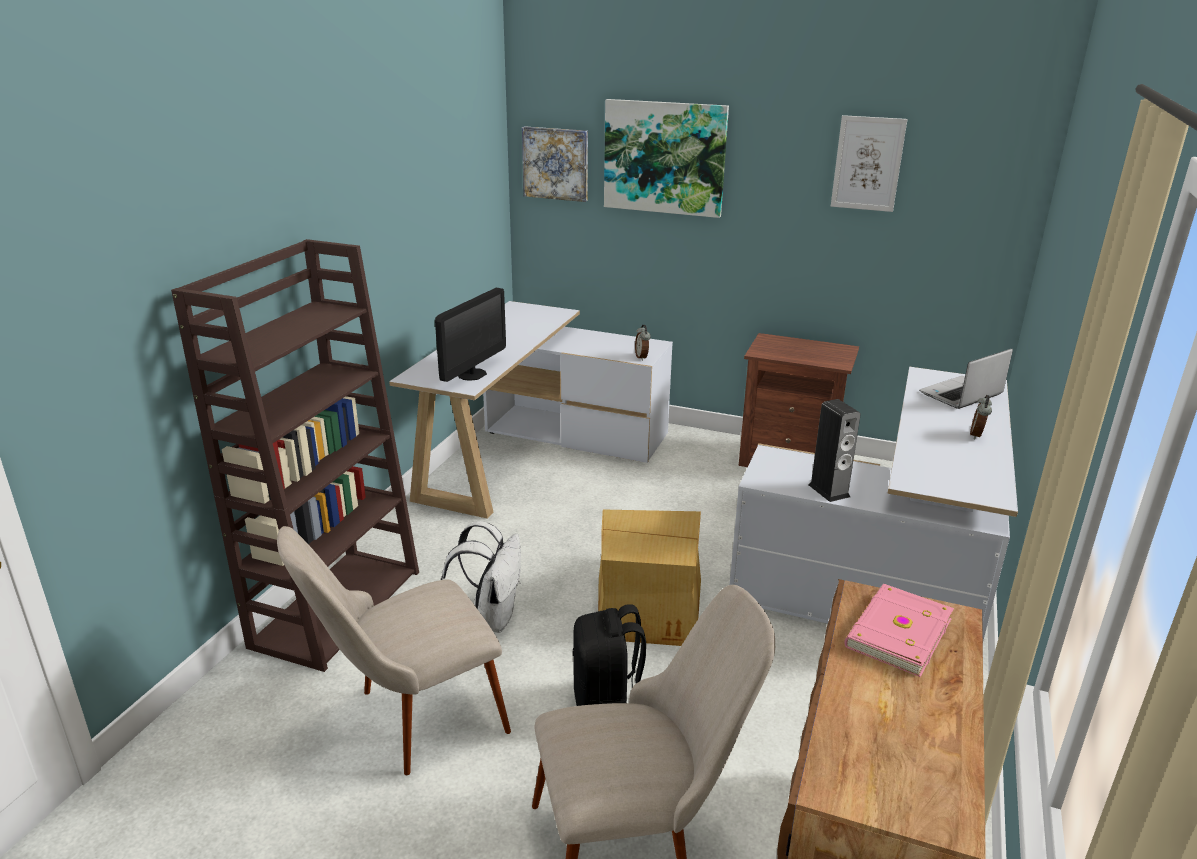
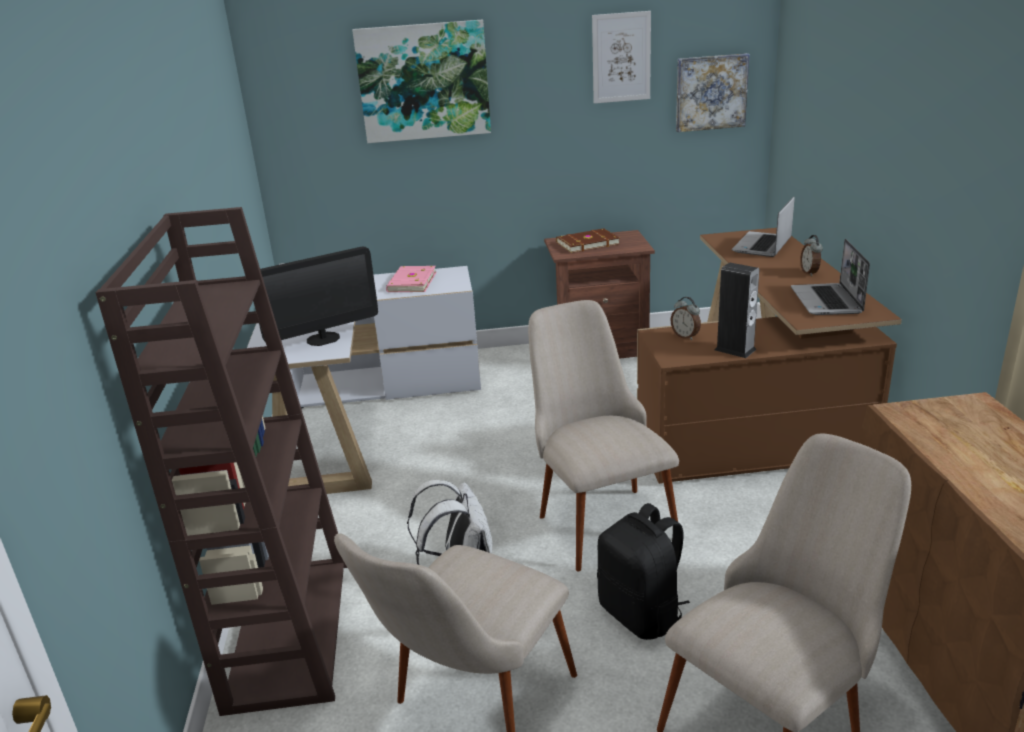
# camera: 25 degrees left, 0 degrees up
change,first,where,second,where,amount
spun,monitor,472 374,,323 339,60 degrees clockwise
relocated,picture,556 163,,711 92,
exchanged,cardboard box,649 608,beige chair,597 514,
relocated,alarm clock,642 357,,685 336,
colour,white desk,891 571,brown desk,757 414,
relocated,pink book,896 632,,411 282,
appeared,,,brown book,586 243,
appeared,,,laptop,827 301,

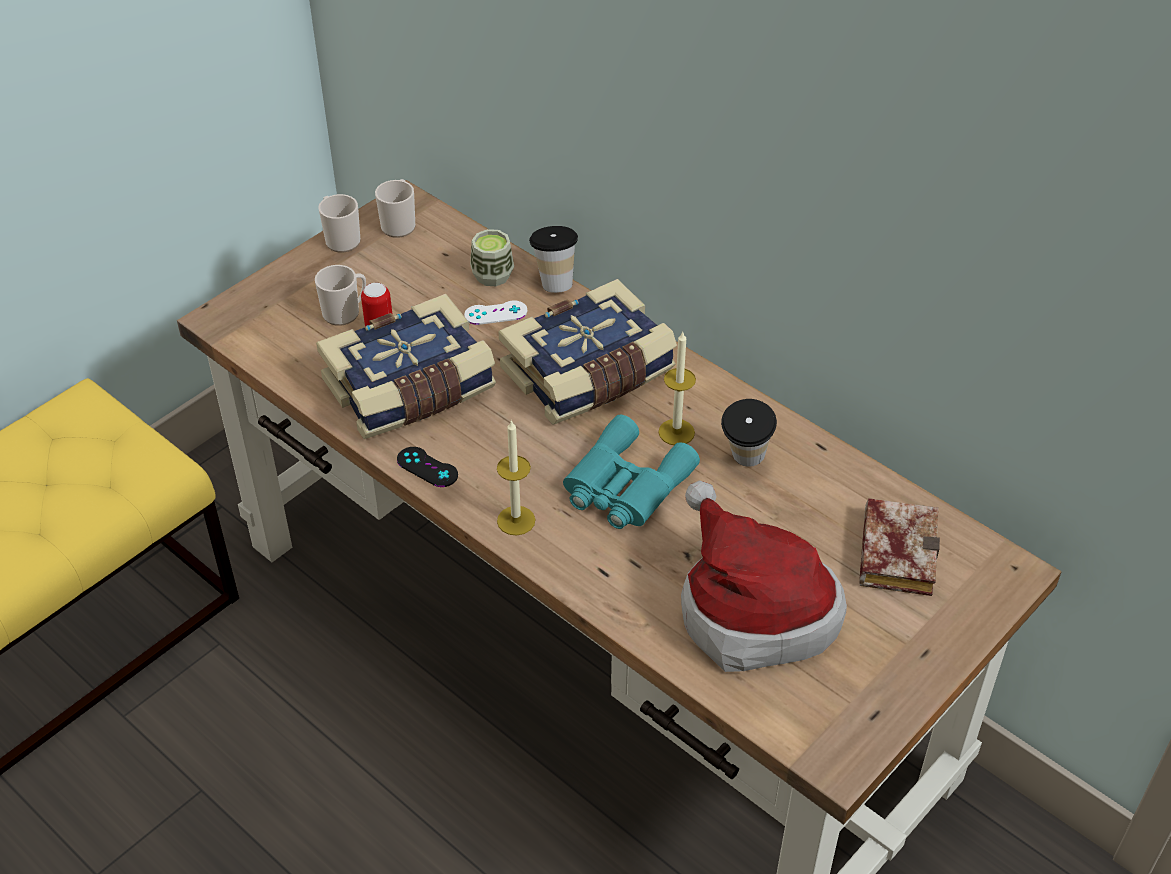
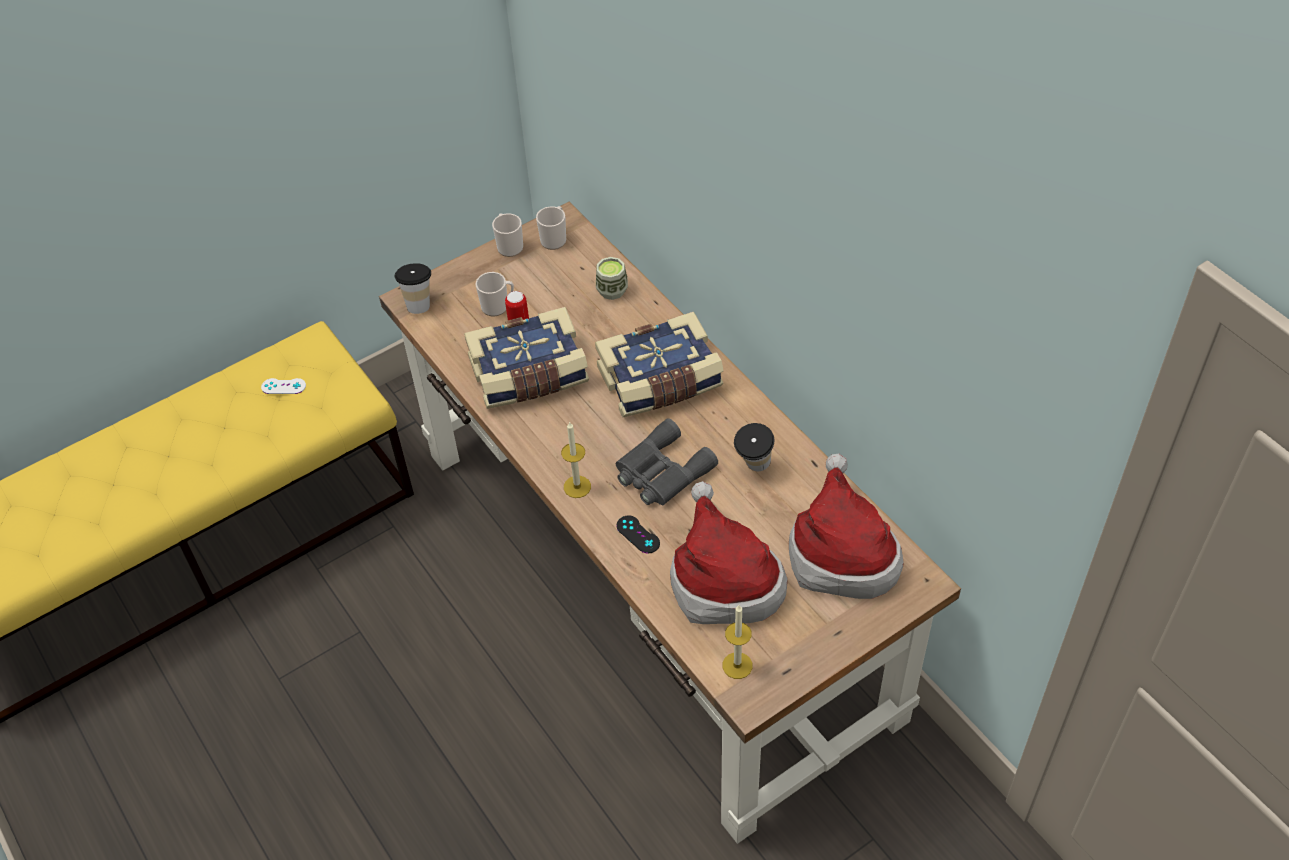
# camera: 15 degrees right, 5 degrees up
change,first,where,second,where,amount
relocated,black game controller,427 467,,638 534,
relocated,white game controller,495 313,,283 386,
relocated,cup,554 281,,419 303,
colour,turquoise binoculars,624 486,grey binoculars,661 472,
relocated,candle,676 432,,737 665,
exchanged,book,893 550,hat,841 552,

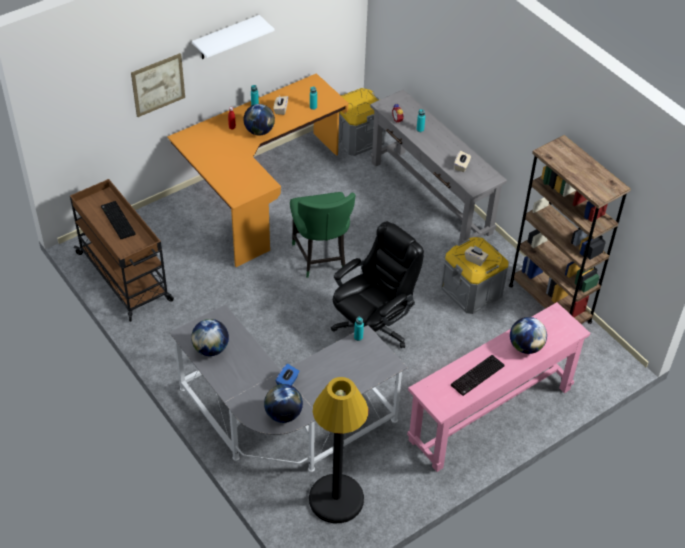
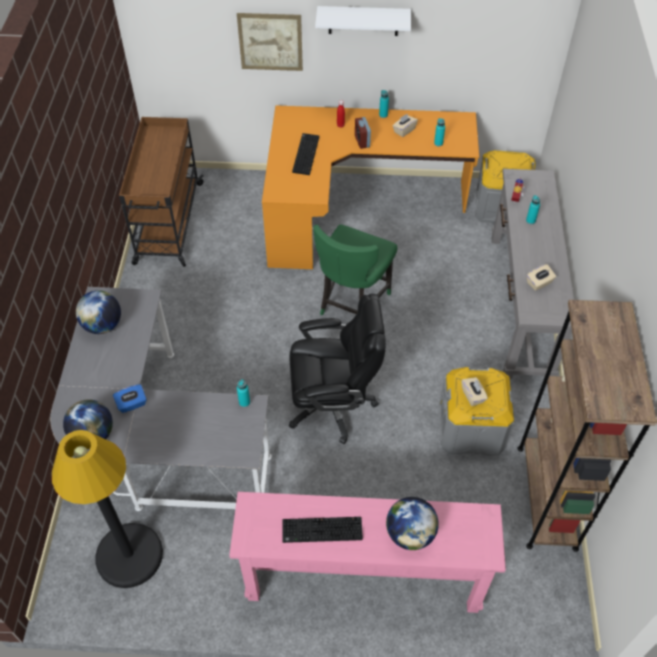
# camera: 40 degrees right, 5 degrees up
change,first,where,second,where,amount
relocated,keyboard,117 220,,305 154,
exchanged,globe,259 131,alarm clock,362 141,

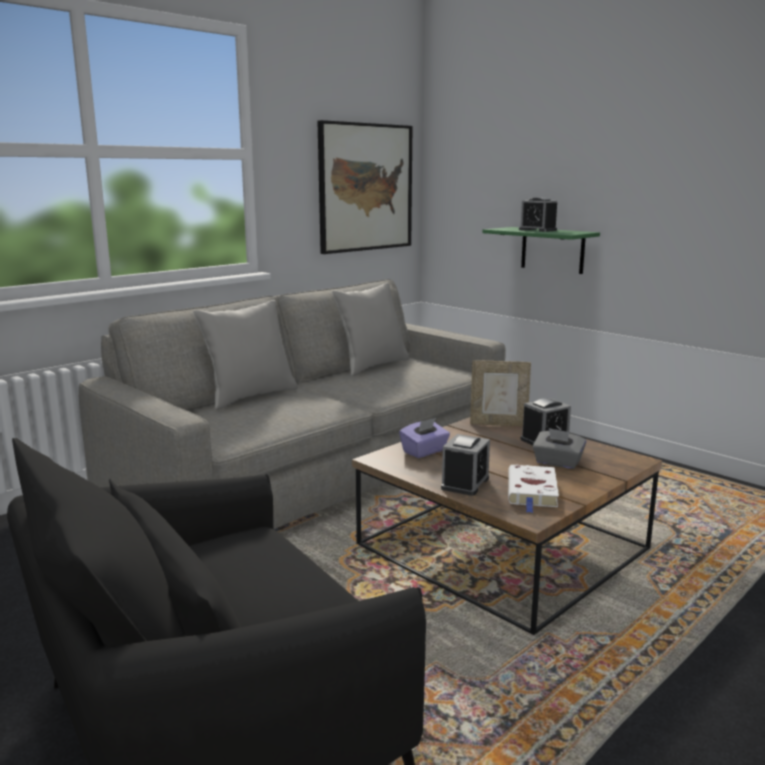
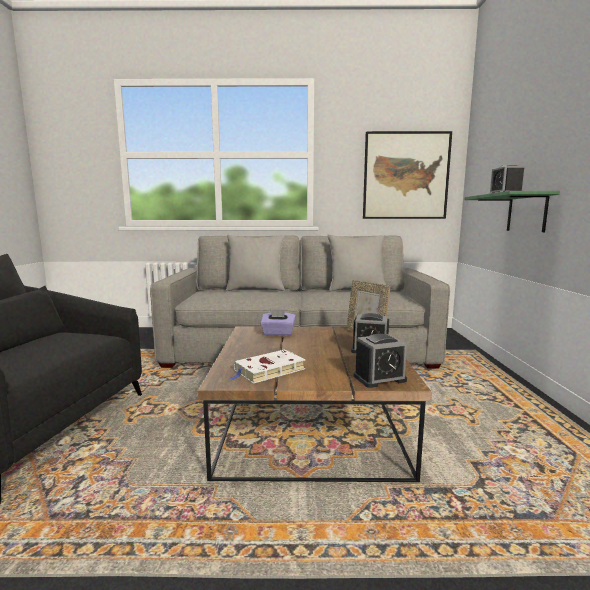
# camera: 45 degrees right, 5 degrees down
change,first,where,second,where,amount
relocated,alarm clock,465 483,,379 378,
missing,grey tissue box,557 463,,,

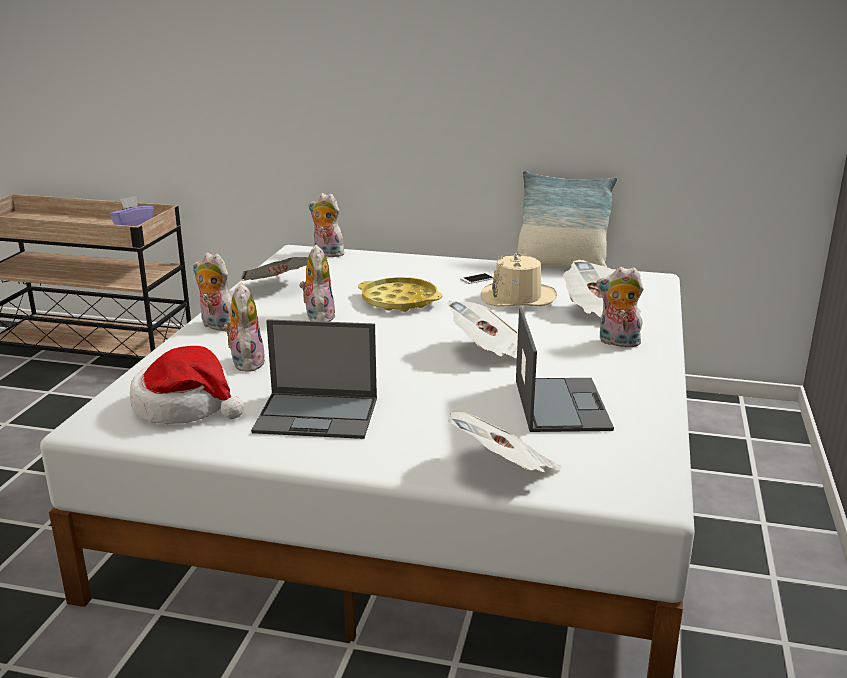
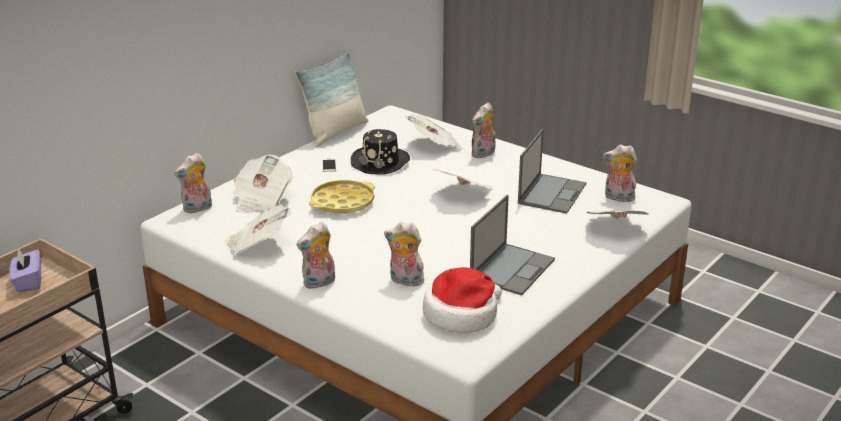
# camera: 65 degrees left, 5 degrees up
change,first,where,second,where,amount
relocated,plush toy,318 316,,618 198,
colour,beige hat,517 298,black hat,381 162,
spun,laptop,560 404,,552 193,90 degrees clockwise
appeared,,,newspaper,261 200,

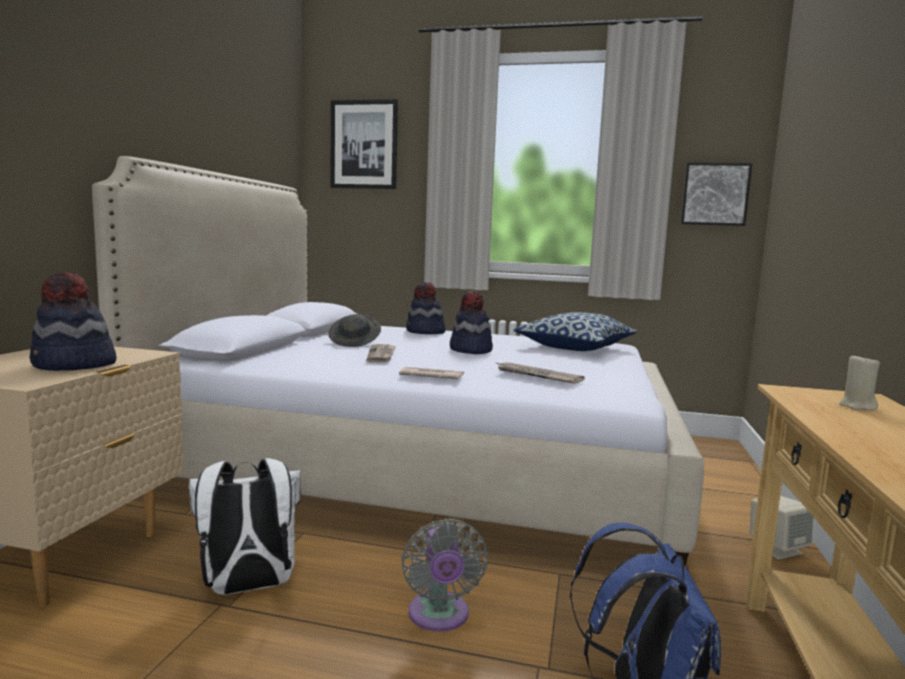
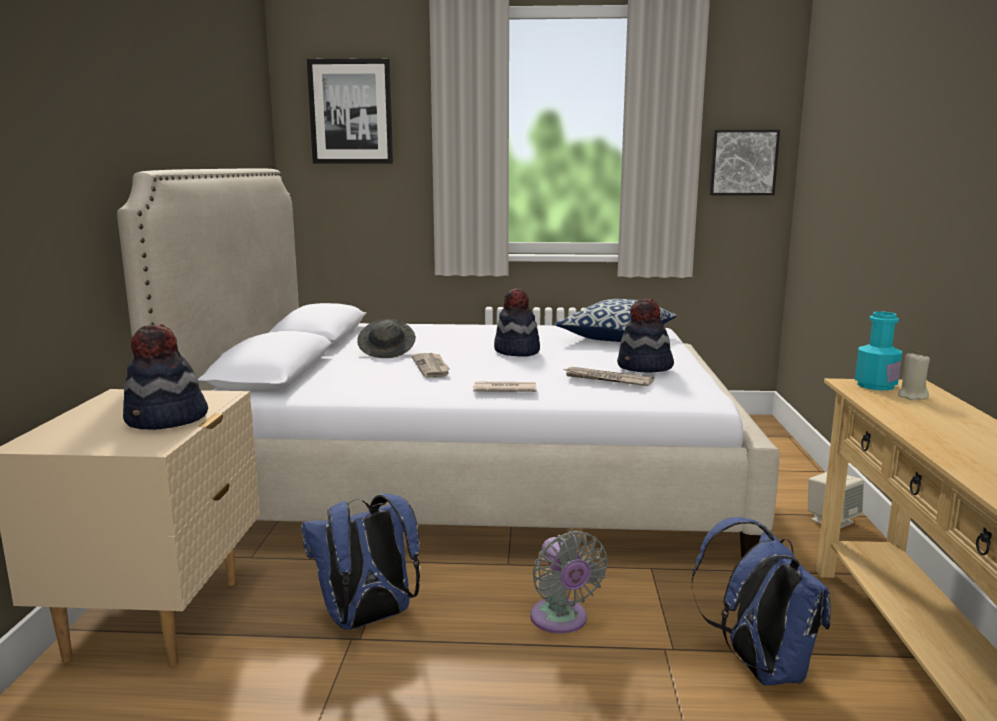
# camera: 10 degrees left, 5 degrees up
change,first,where,second,where,amount
colour,white backpack,248 587,blue backpack,367 620,
relocated,hat,425 332,,644 367,
appeared,,,turquoise bottle,875 385,

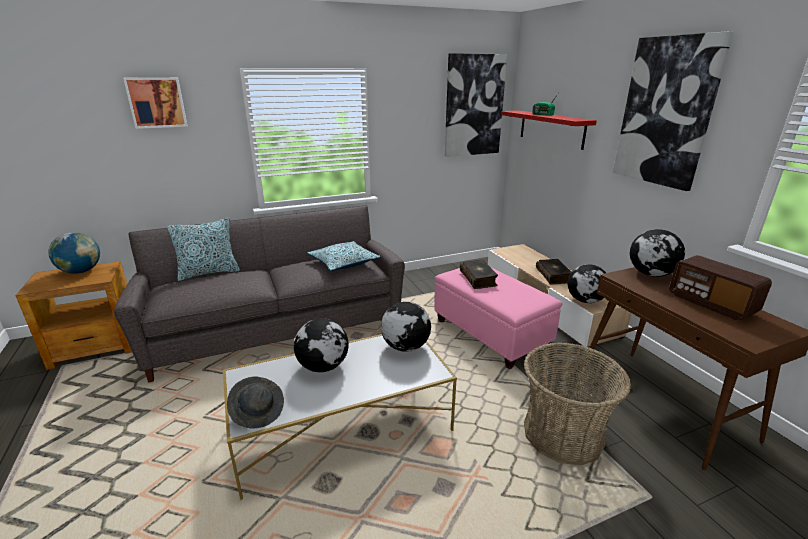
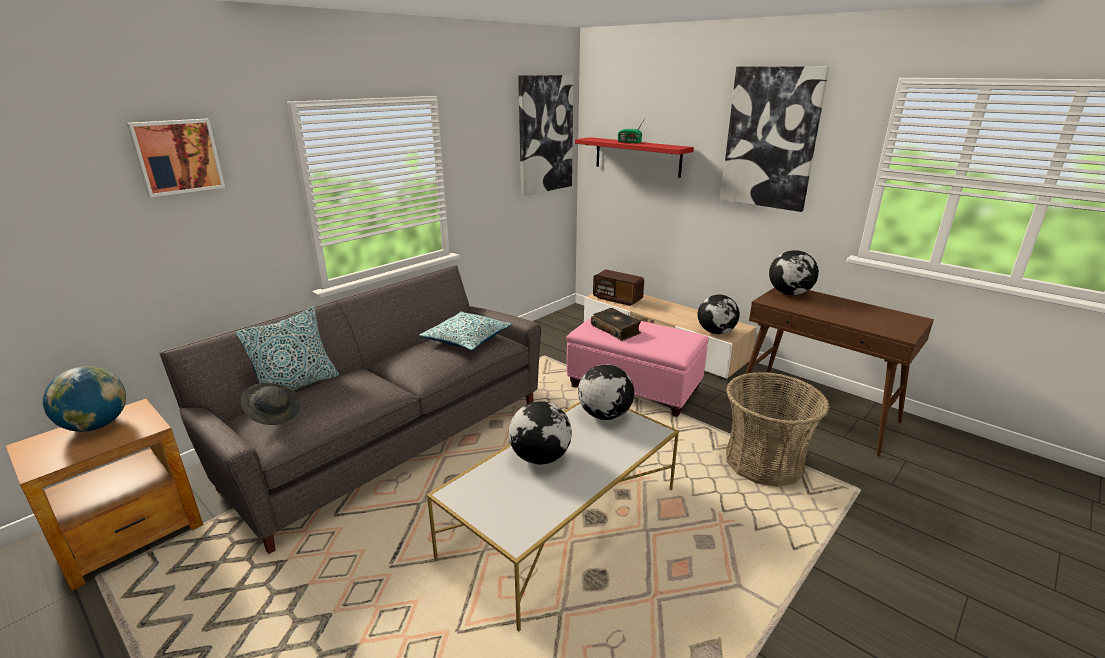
# camera: 25 degrees left, 0 degrees up
change,first,where,second,where,amount
relocated,grey hat,258 411,,274 414,
missing,book,553 276,,,
relocated,radio,711 304,,617 299,

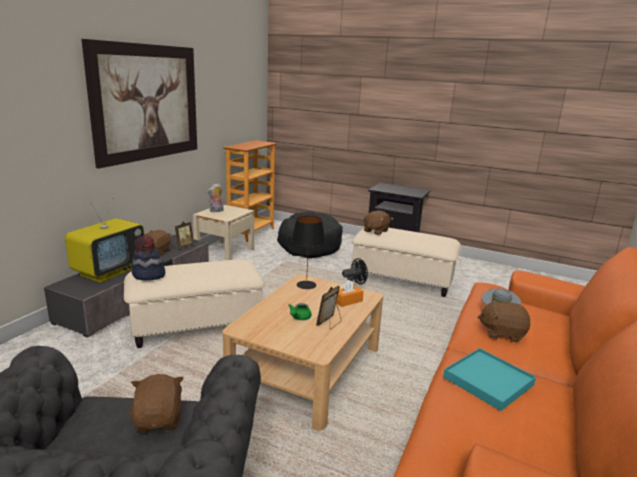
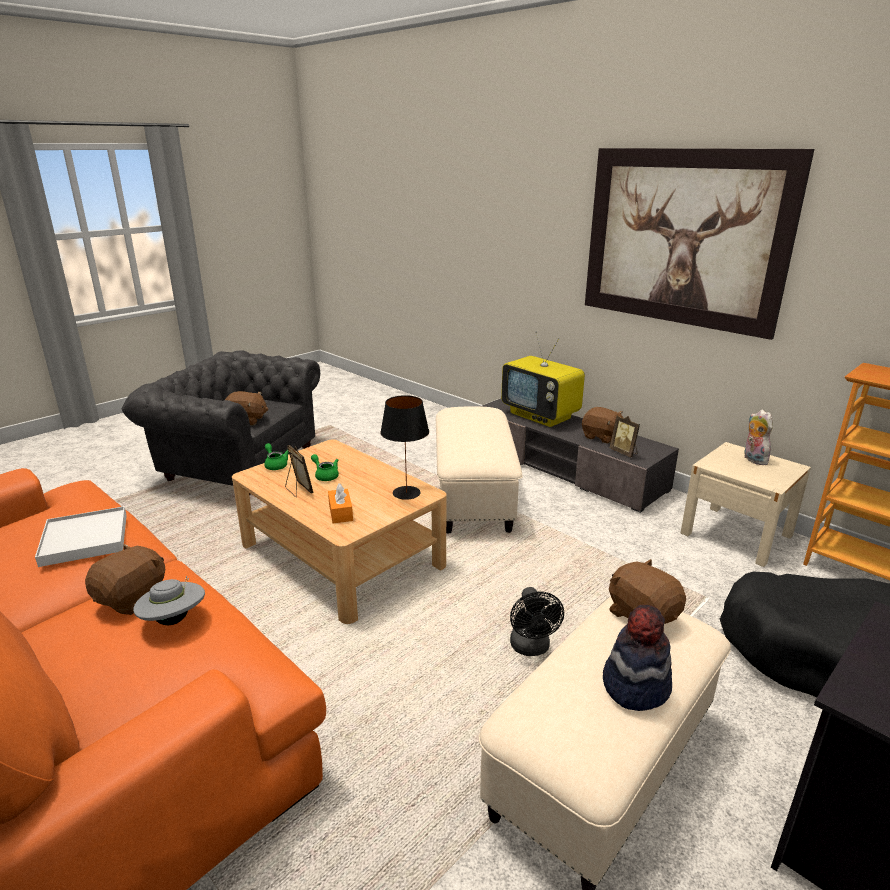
# camera: 110 degrees right, 5 degrees up
change,first,where,second,where,amount
relocated,hat,148 275,,635 685,
colour,turquoise tray,488 381,white tray,85 539,
appeared,,,green teapot,275 465,

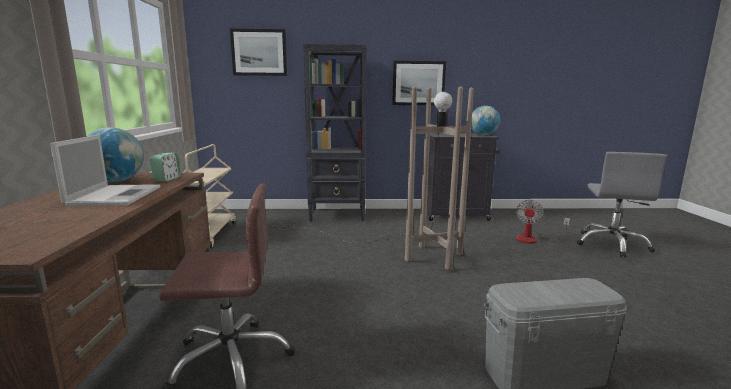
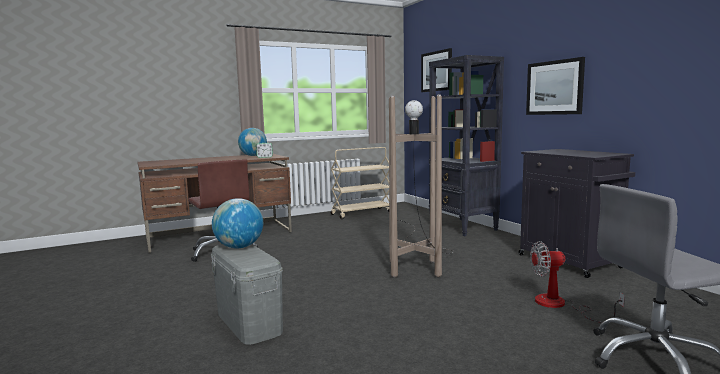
# camera: 65 degrees right, 5 degrees down
change,first,where,second,where,amount
missing,laptop,116 195,,,
relocated,globe,483 135,,239 247,

